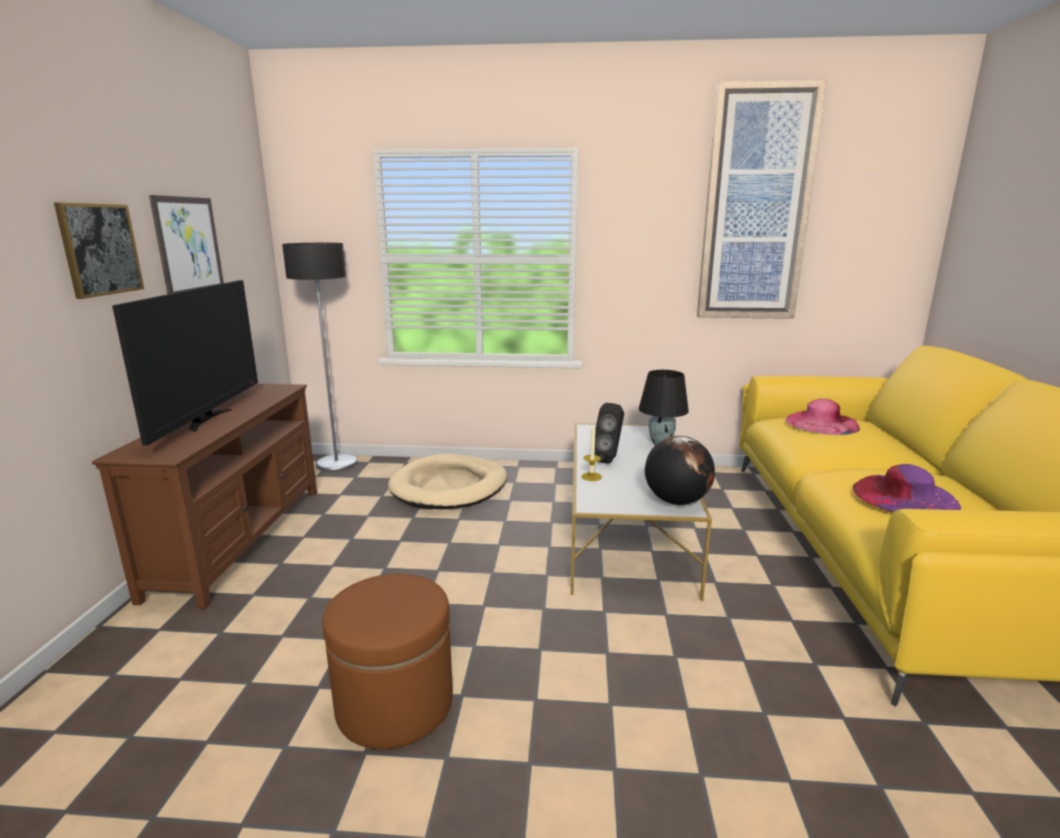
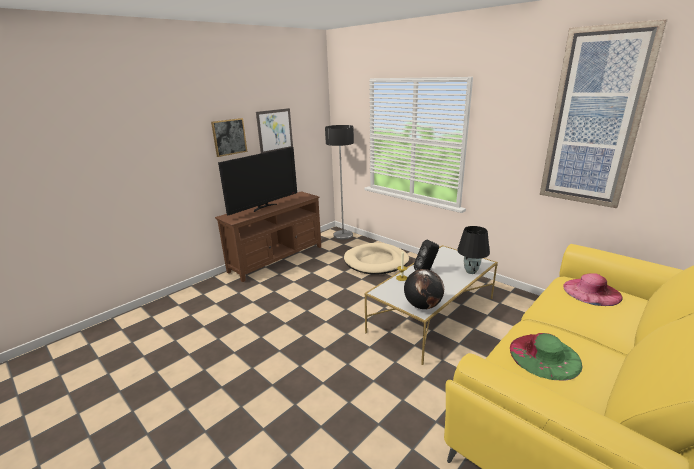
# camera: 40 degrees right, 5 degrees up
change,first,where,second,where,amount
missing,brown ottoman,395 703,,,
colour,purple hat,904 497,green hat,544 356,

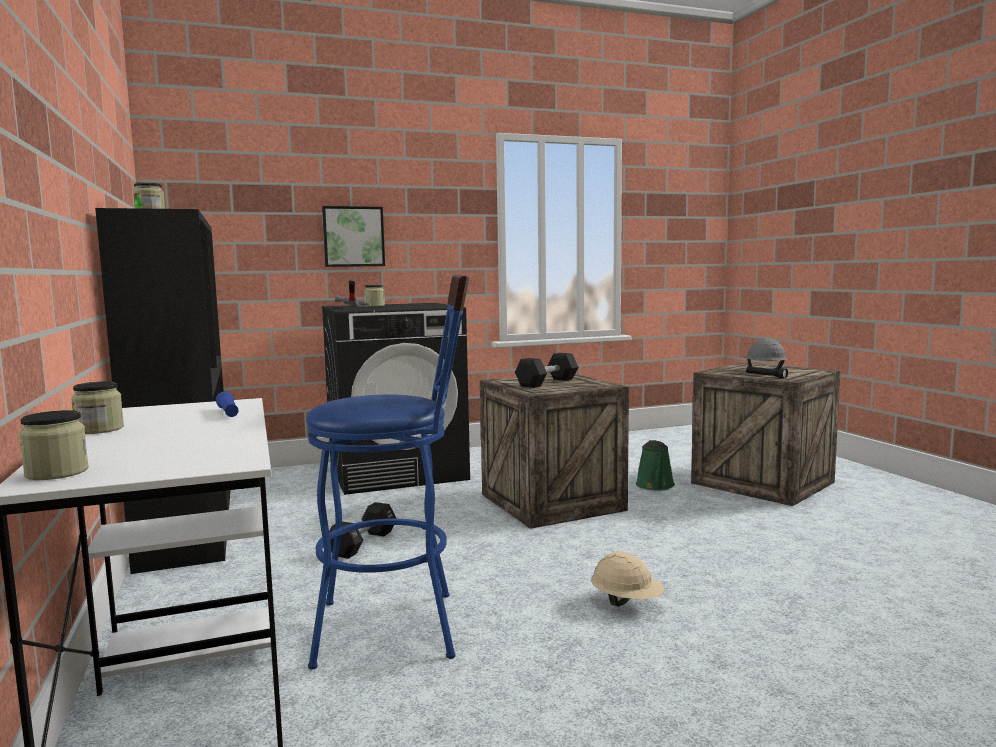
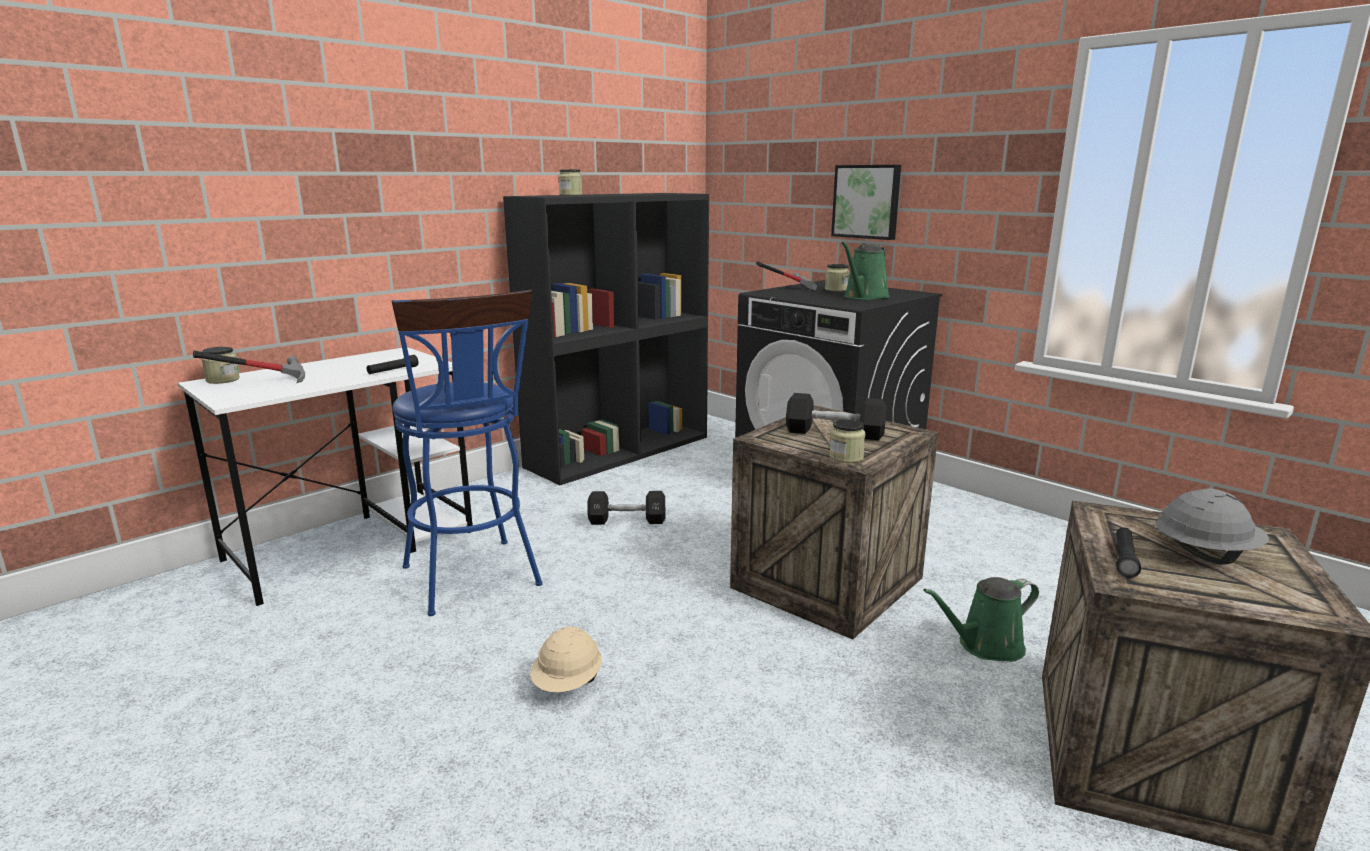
# camera: 65 degrees right, 10 degrees up
change,first,where,second,where,amount
relocated,jar,99 429,,846 457,
colour,blue flashlight,228 413,black flashlight,393 371,
appeared,,,hammer,261 382,
appeared,,,green watering can,864 297,

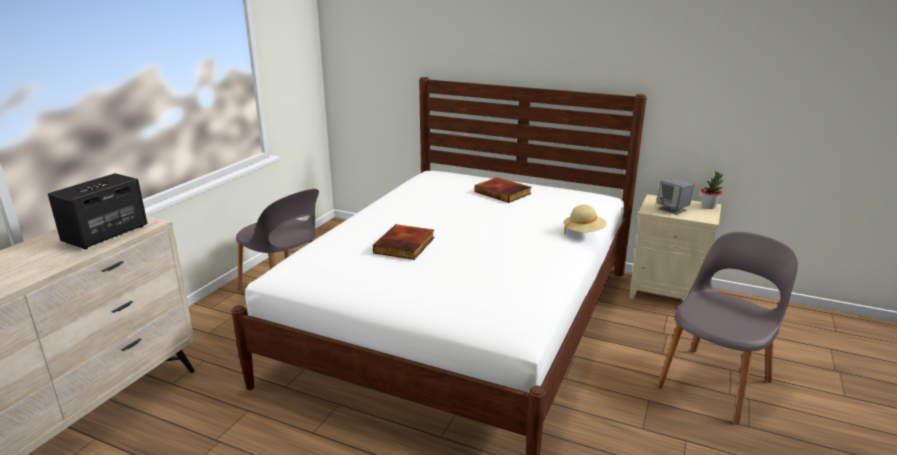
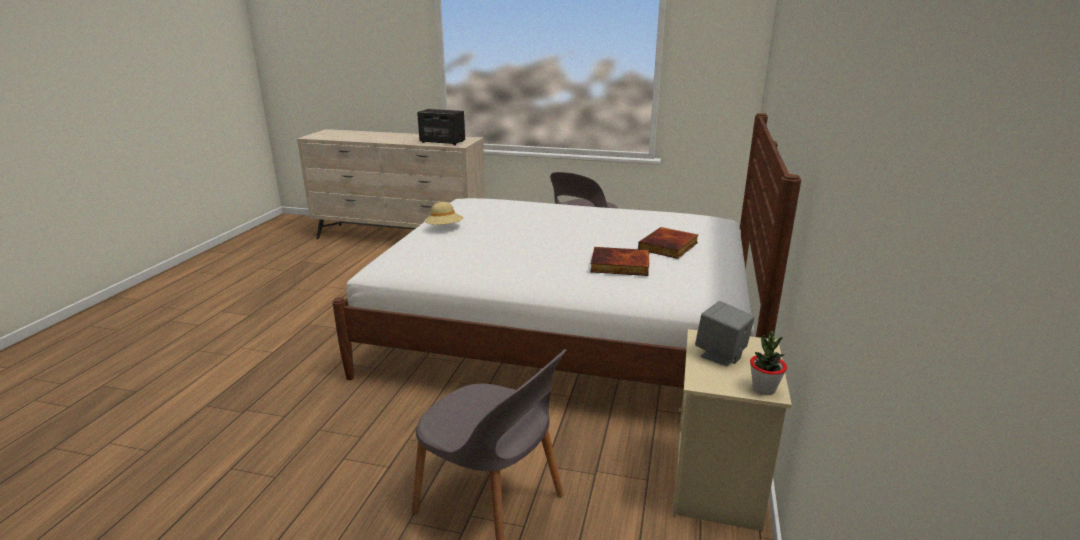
# camera: 80 degrees right, 0 degrees up
change,first,where,second,where,amount
relocated,book,405 245,,619 265,
relocated,beige hat,583 232,,444 228,

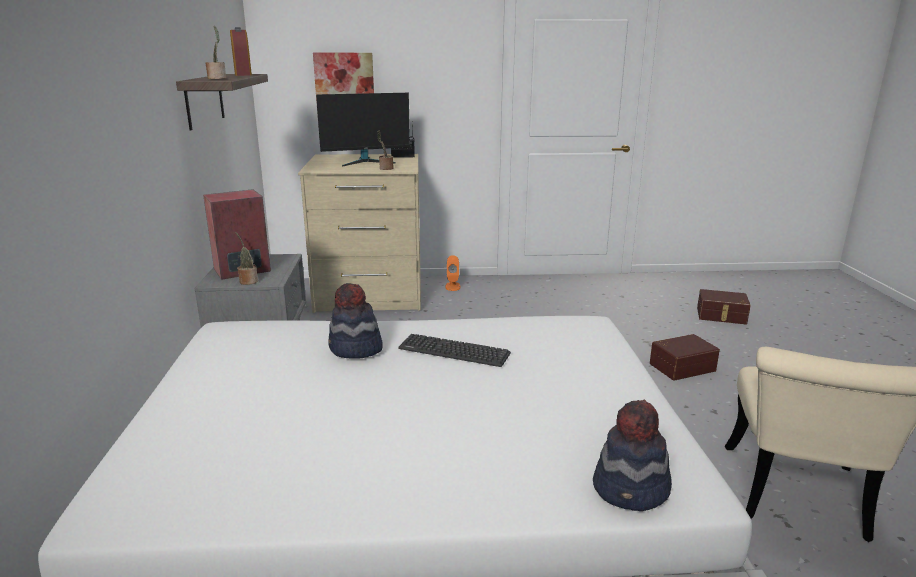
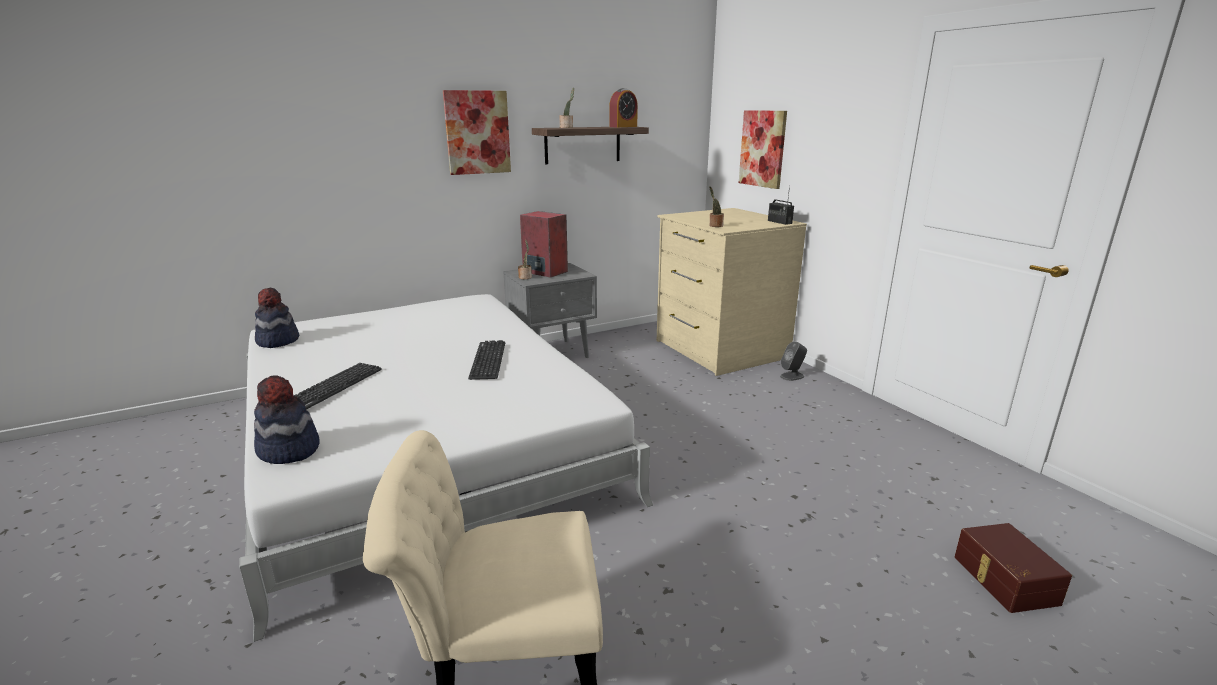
# camera: 65 degrees right, 0 degrees up
change,first,where,second,where,amount
missing,monitor,366 162,,,
relocated,hat,355 349,,277 341,
colour,orange speaker,452 286,grey speaker,792 376,
missing,brown storage box,681 366,,,
appeared,,,keyboard,334 386,
appeared,,,picture,477 132,

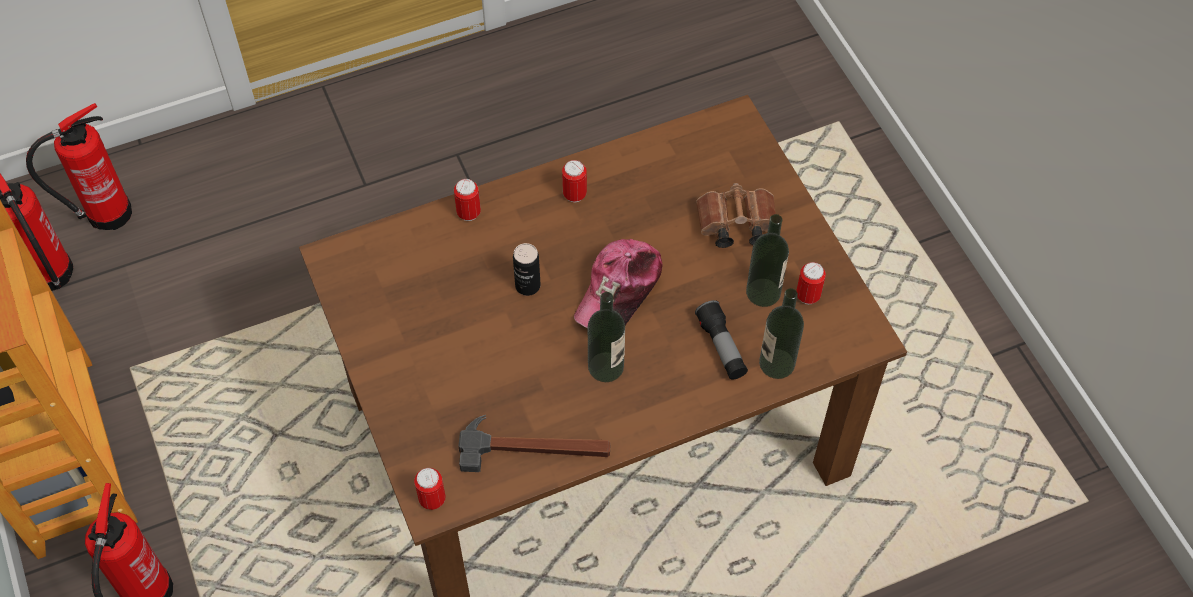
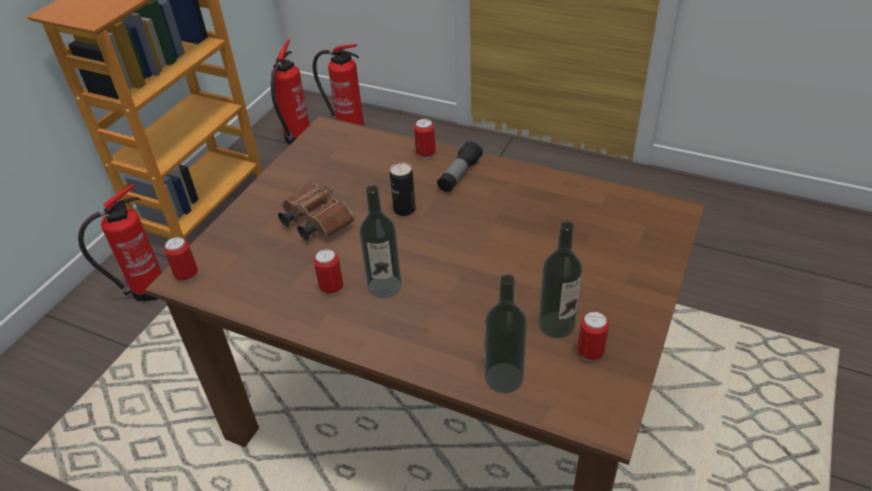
# camera: 50 degrees right, 15 degrees down
change,first,where,second,where,amount
missing,hammer,535 448,,,
relocated,can,574 194,,331 288,
missing,cap,619 291,,,
relocated,flashlight,721 347,,459 175,
relocated,brown binoculars,734 226,,315 222,

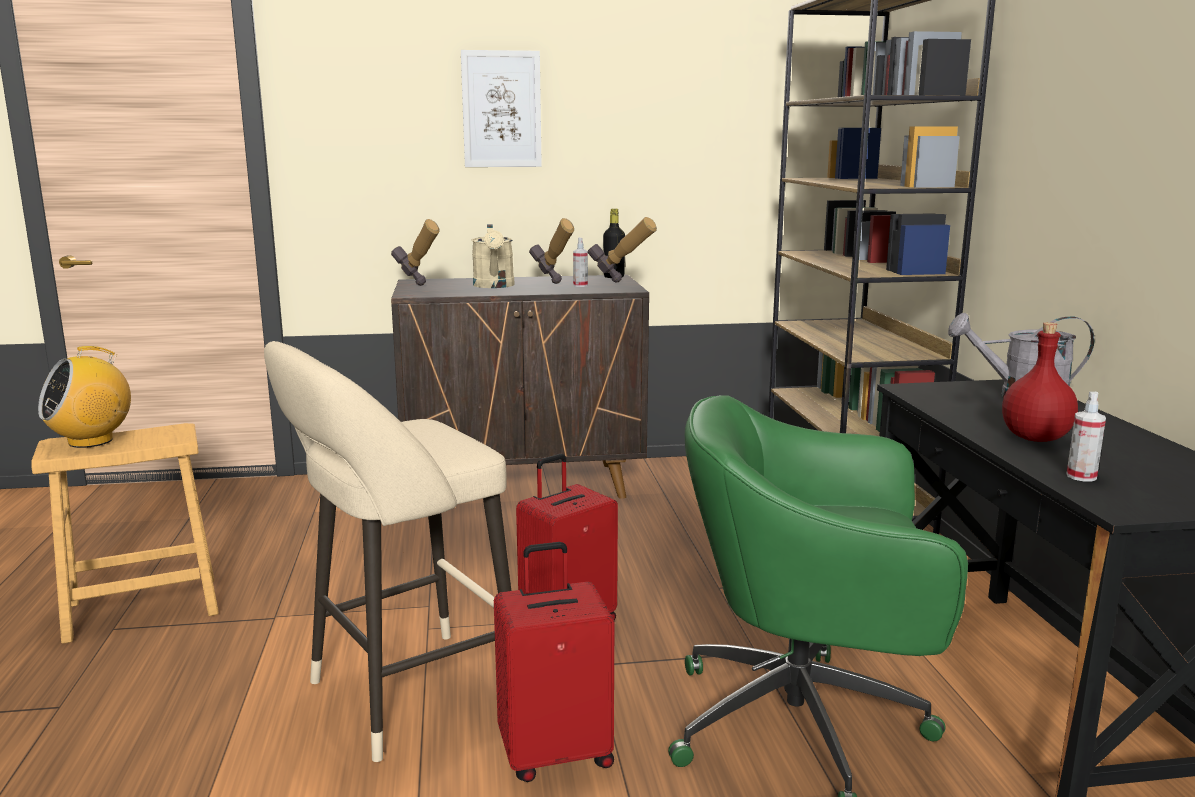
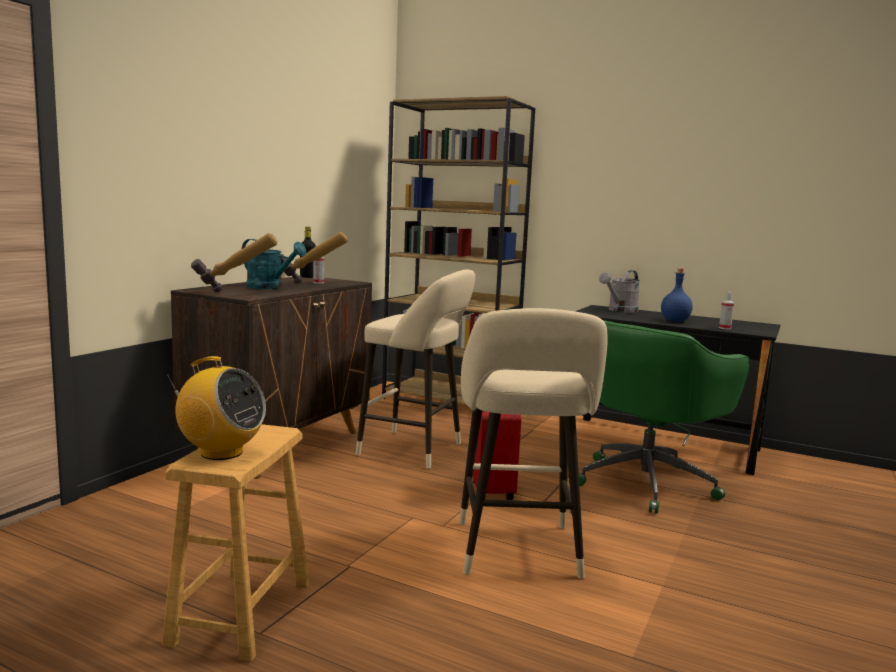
# camera: 55 degrees left, 5 degrees down
change,first,where,second,where,amount
spun,radio,91 441,,220 452,60 degrees counterclockwise
missing,picture,501 109,,,
colour,beige watering can,494 286,turquoise watering can,270 287,
missing,red suitcase,555 754,,,
missing,hammer,620 286,,,
colour,red bottle,1034 438,blue bottle,674 321,
appeared,,,beige stool,416 450,

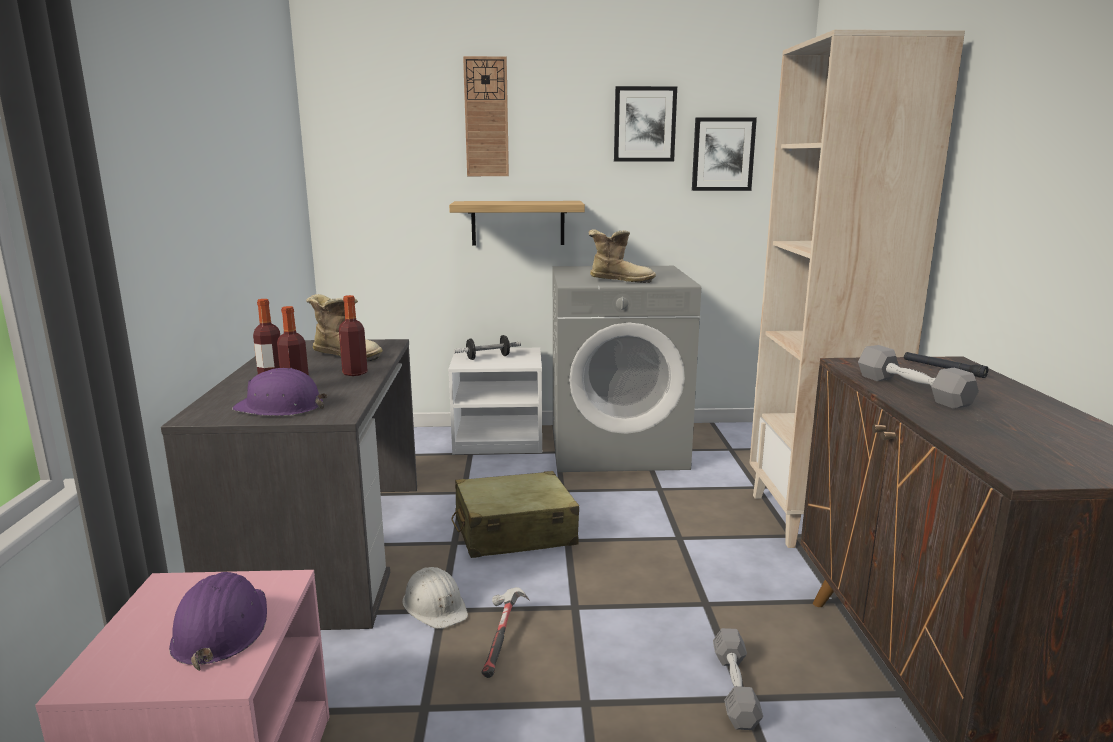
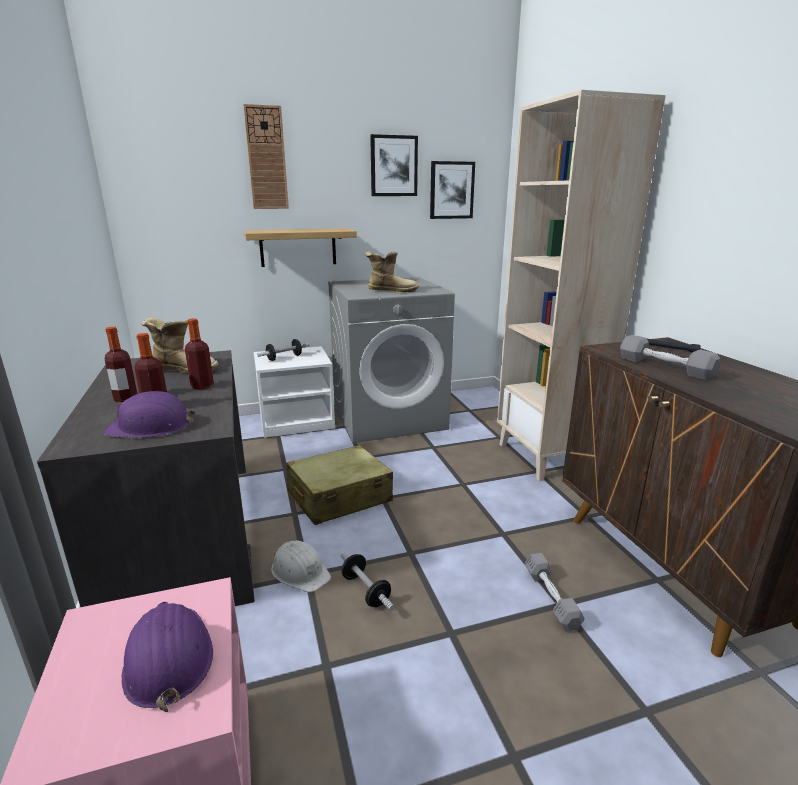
# camera: 15 degrees left, 5 degrees up
change,first,where,second,where,amount
exchanged,hammer,502 639,dumbbell,366 590,

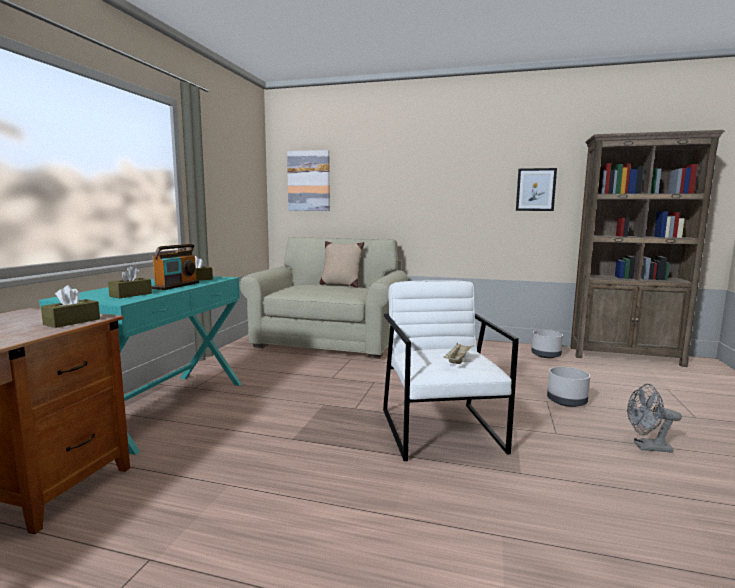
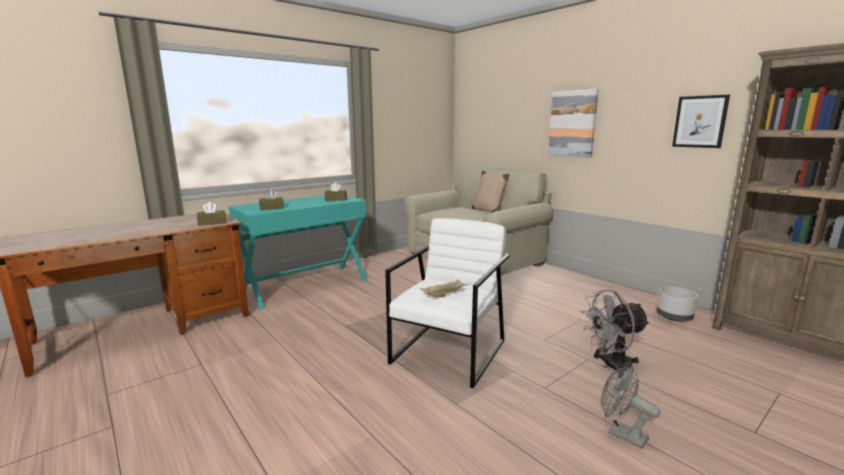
# camera: 35 degrees right, 5 degrees up
change,first,where,second,where,amount
missing,radio,176 285,,,
relocated,picture,309 181,,572 123,
exchanged,grey planter,567 401,grey fan,610 366,

